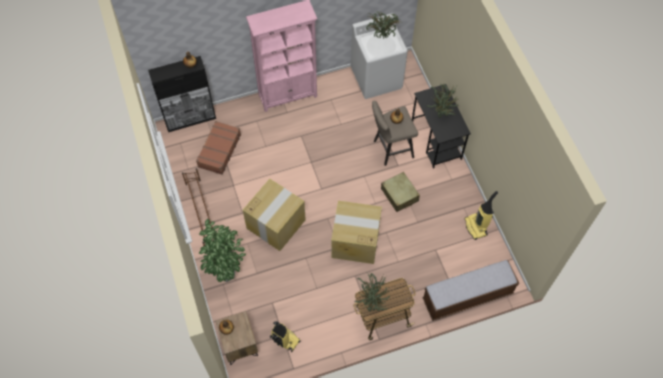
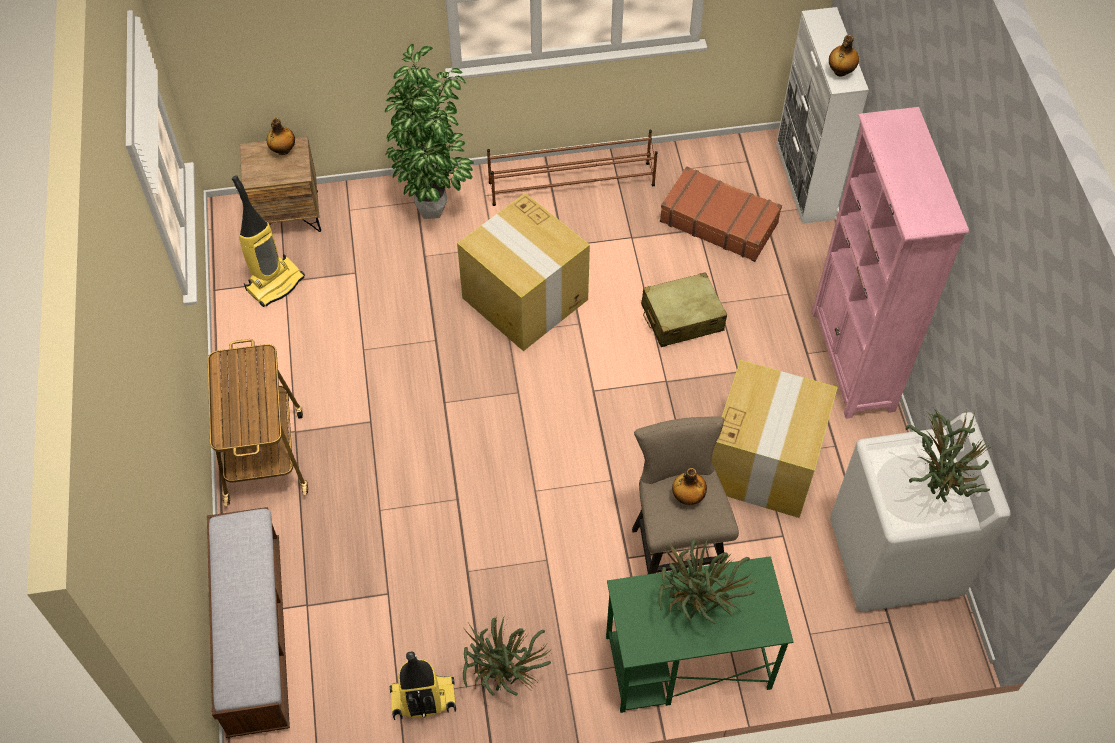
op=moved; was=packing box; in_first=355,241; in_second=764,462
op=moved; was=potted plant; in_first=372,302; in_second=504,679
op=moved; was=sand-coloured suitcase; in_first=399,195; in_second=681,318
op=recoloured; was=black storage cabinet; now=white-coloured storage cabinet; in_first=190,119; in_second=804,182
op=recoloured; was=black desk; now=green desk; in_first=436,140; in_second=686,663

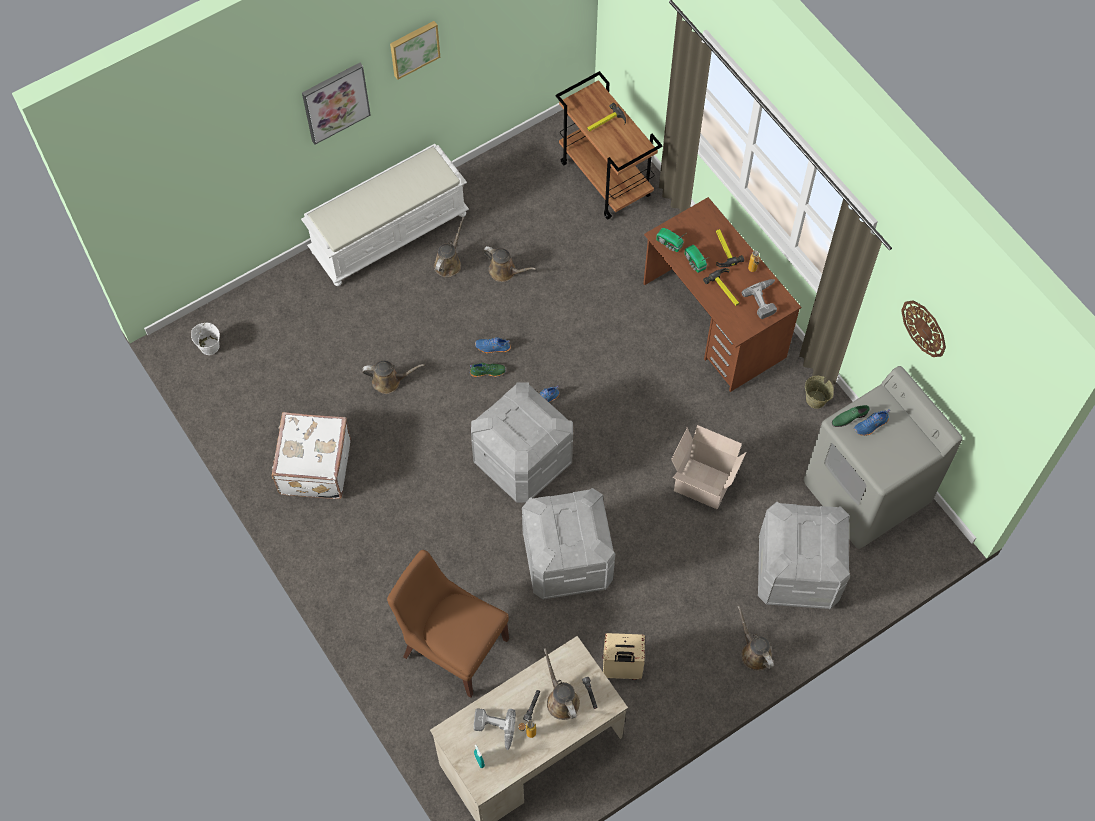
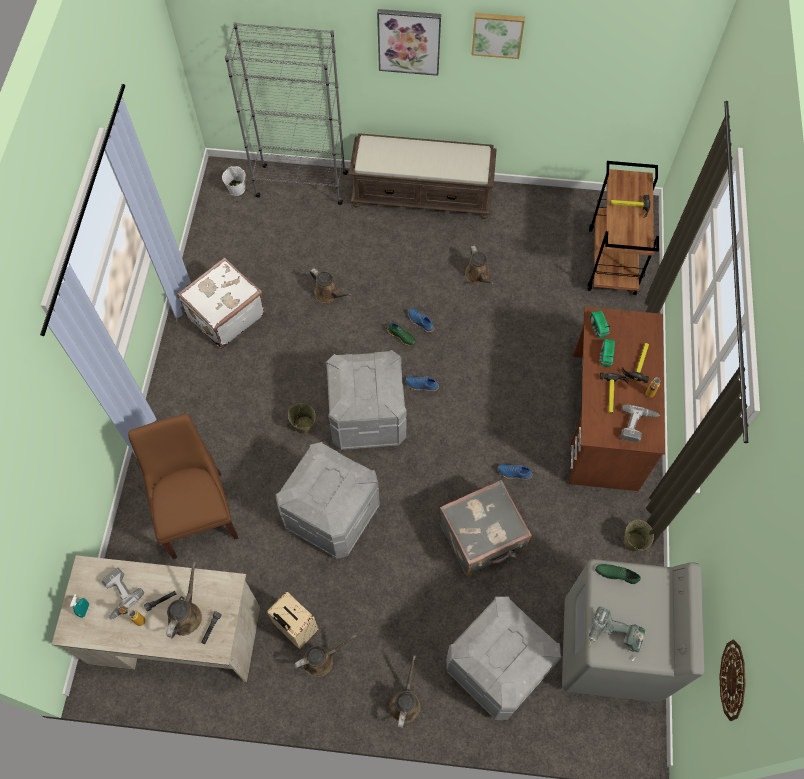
op=added; now=grey bookcase; in_second=301,184
op=added; now=sand-coloured water bucket; in_second=303,425
op=added; now=drill; in_second=613,637
op=moved; was=brown-coloured sprinkling can; in_first=449,263; in_second=321,659
op=moved; was=bluish item of footwear; in_first=871,426; in_second=514,473
op=moved; was=clock on the wall; in_first=924,328; in_second=733,680
op=replaced; was=packing box; now=grey suitcase; in_first=701,484; in_second=483,537
op=recoloured; was=white-coloured bench; now=brown-coloured bench; in_first=389,232; in_second=423,195

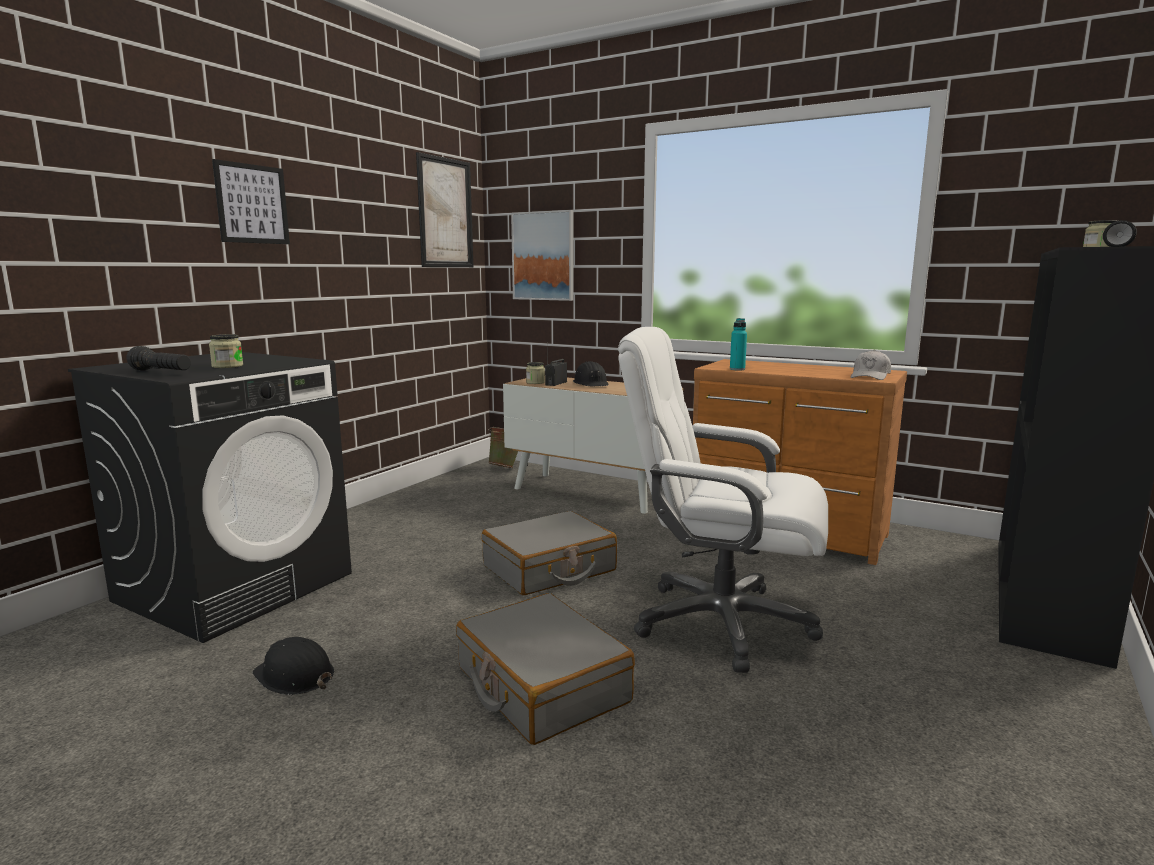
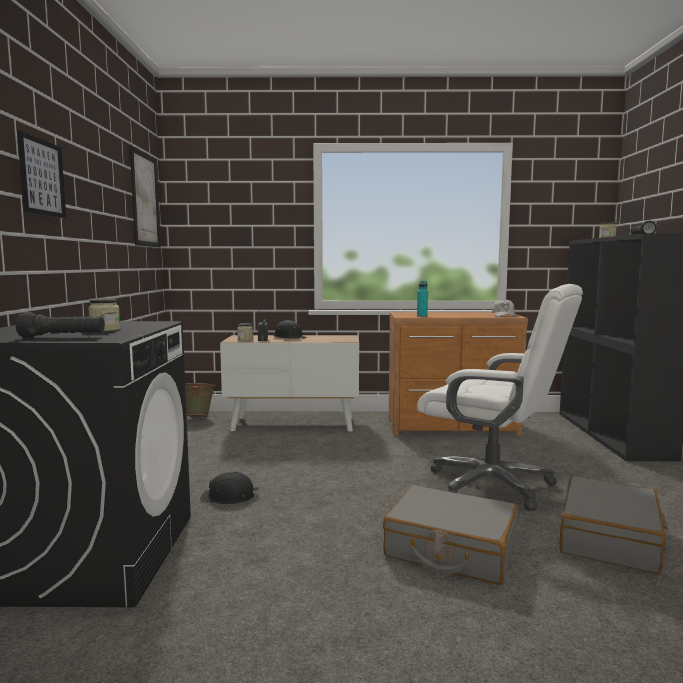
op=removed; was=picture; in_first=543,256
op=moved; was=black work helmet; in_first=294,676; in_second=229,497
op=moved; was=grey suitcase; in_first=549,569; in_second=610,539
op=turned; was=white-coloured computer chair; in_first=720,622; in_second=492,485; clockwise=-135

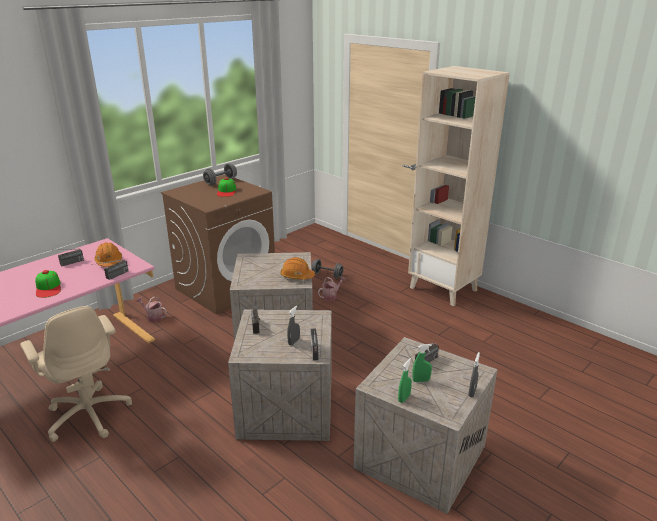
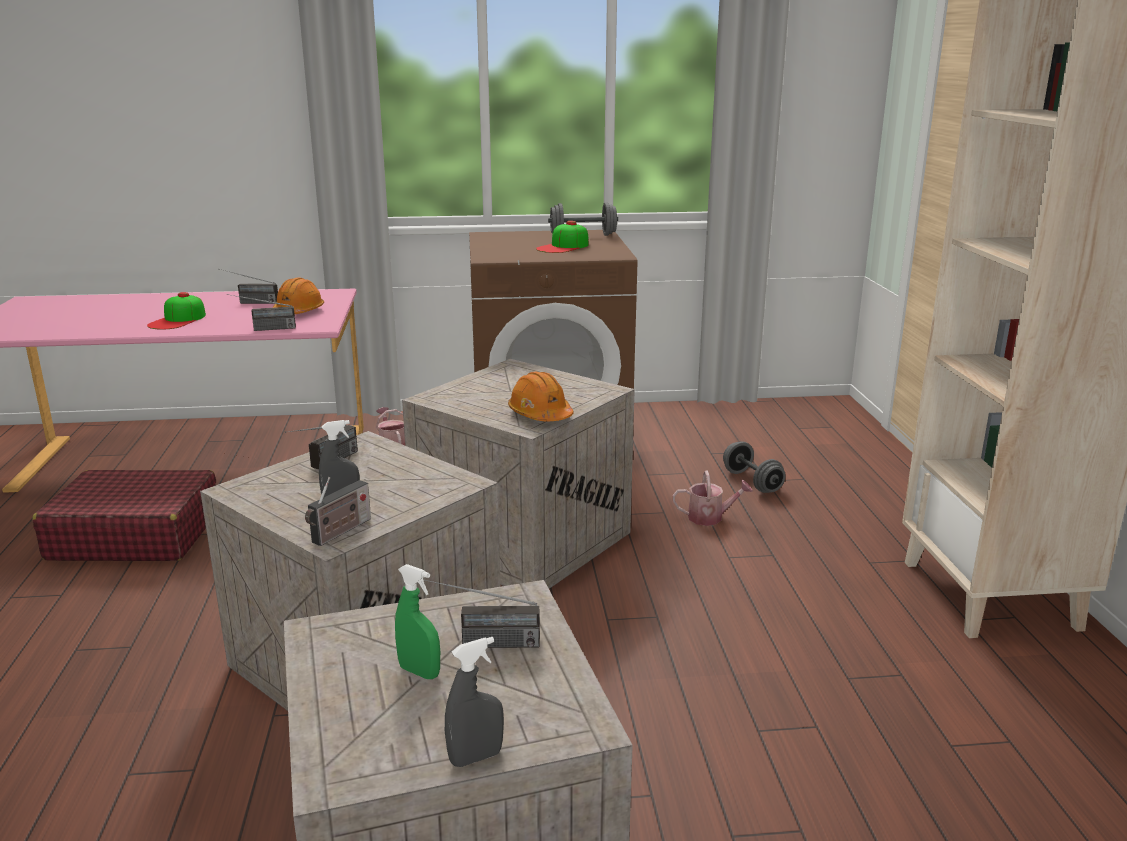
op=removed; was=green spray bottle; in_first=404,398
op=replaced; was=sand-coloured computer chair; now=red-coloured suitcase; in_first=88,414; in_second=134,536

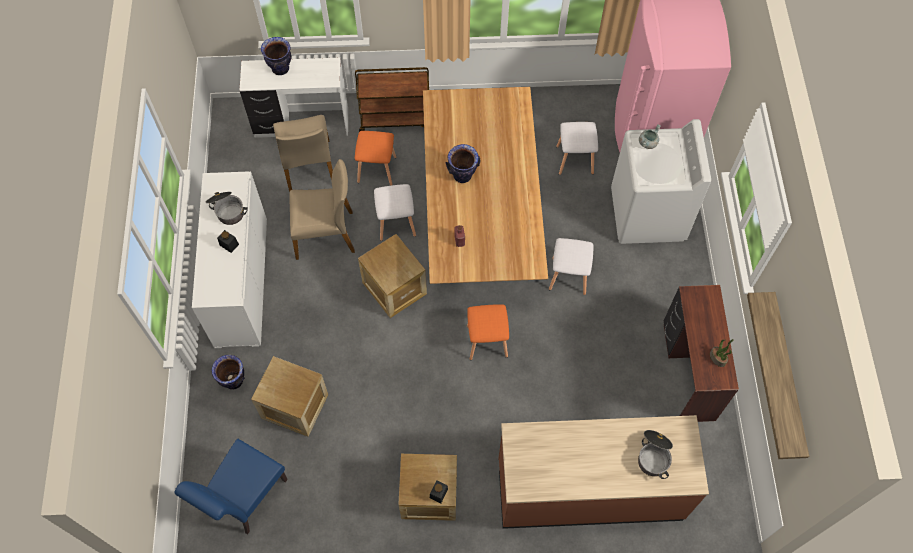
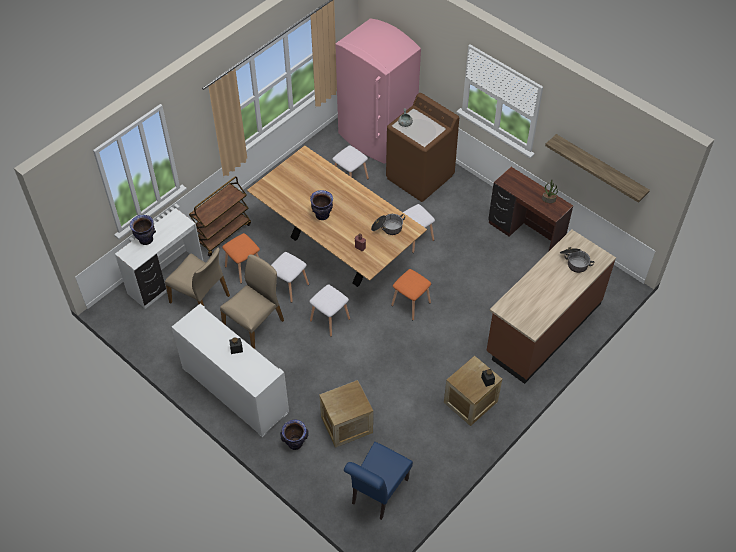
op=moved; was=saucepot; in_first=227,210; in_second=387,228
op=replaced; was=crate; now=white-coloured stool; in_first=394,288; in_second=329,319
op=recoloured; was=white-coloured laundry machine; now=brown-coloured laundry machine; in_first=647,215; in_second=420,177
op=turned; was=bluish chair; in_first=246,499; in_second=377,494; clockwise=45

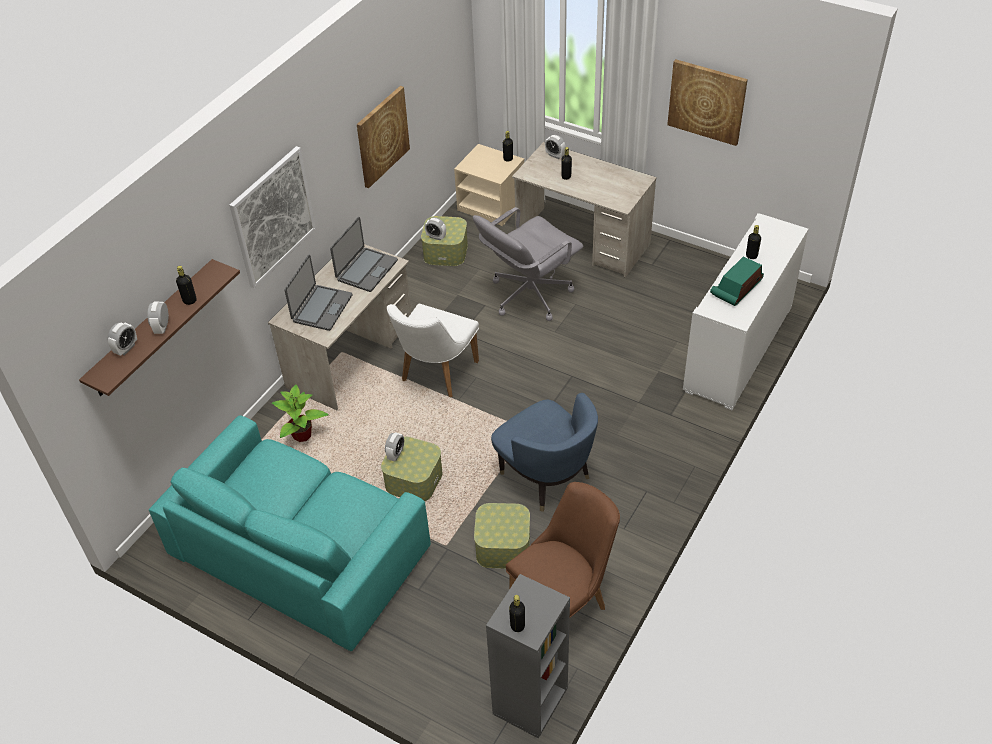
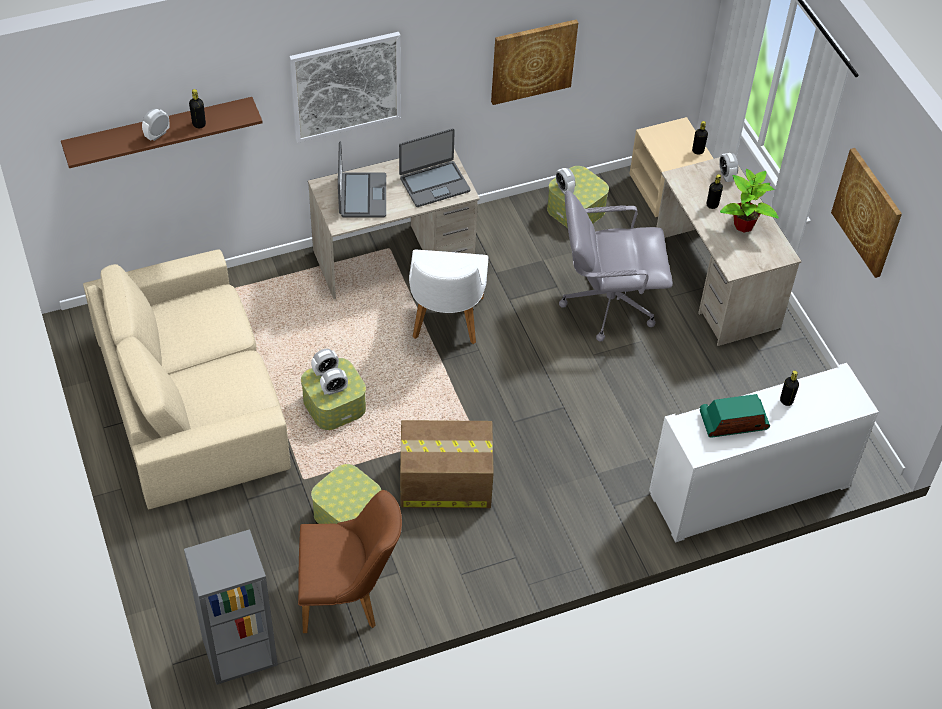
op=removed; was=black drink bottle; in_first=517,625
op=moved; was=table clock; in_first=126,348; in_second=334,390
op=moved; was=potted plant; in_first=302,436; in_second=743,225
op=replaced; was=bluish easy chair; now=packing box; in_first=546,477; in_second=444,482
op=recoloured; was=turquoise-coloured settee; now=sand-coloured settee; in_first=300,550; in_second=192,400
op=turned; was=portable computer; in_first=321,308; in_second=362,196; clockwise=-60
op=turned; was=white-coloured chair; in_first=435,375; in_second=445,323; clockwise=-60

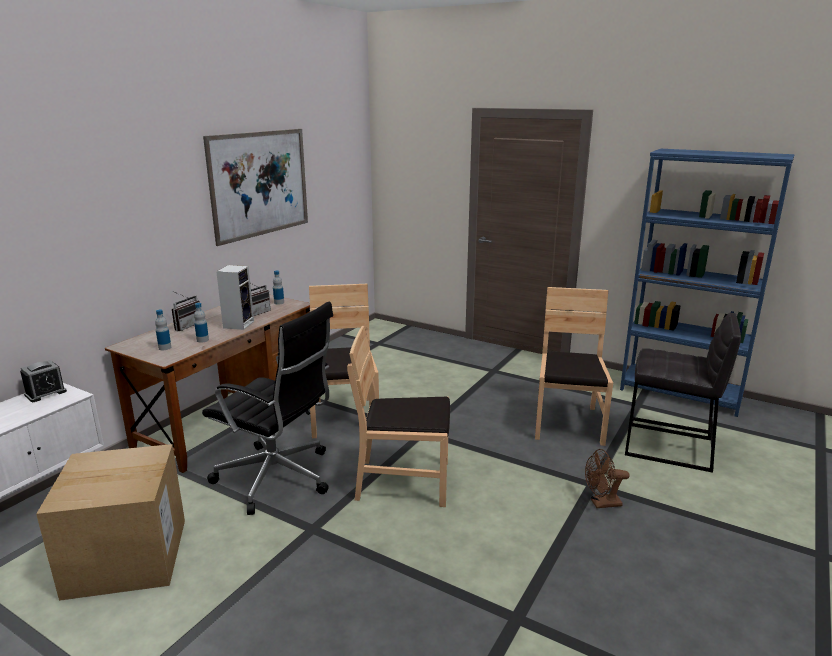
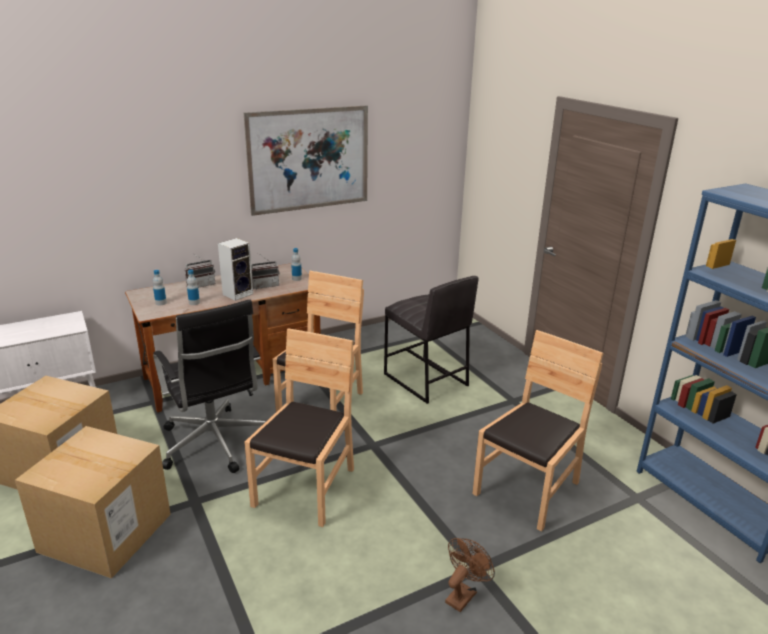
op=removed; was=table clock; in_first=45,393
op=added; now=packing box; in_second=105,532
op=moved; was=grey stool; in_first=669,447; in_second=425,380
op=turned; was=brown-coloured chair; in_first=403,481; in_second=306,488; clockwise=75
op=turned; was=brown-coloured cooling fan; in_first=601,503; in_second=463,594; clockwise=105

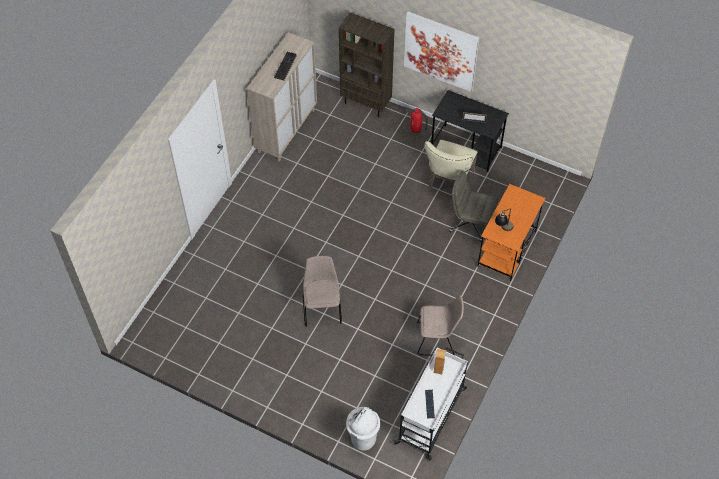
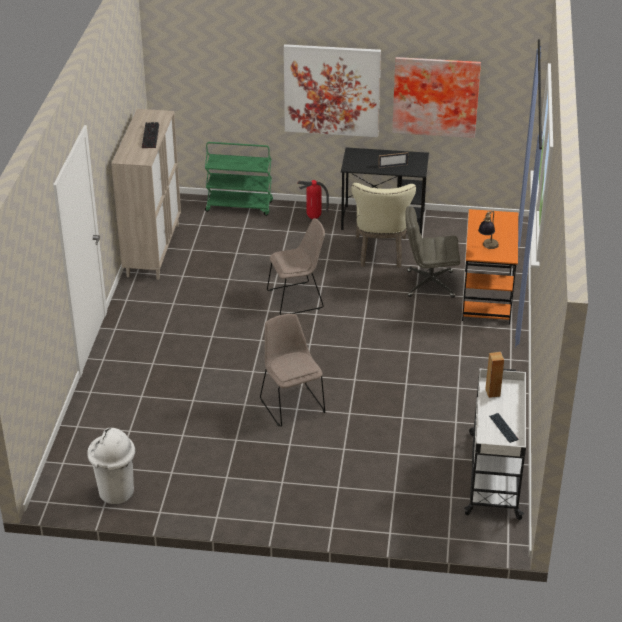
op=added; now=picture; in_second=435,95
op=moved; was=white-coloured waste bin; in_first=363,439; in_second=116,492
op=moved; was=sand-coloured chair; in_first=437,339; in_second=297,298
op=replaced; was=brown-coloured bookcase; now=green trolley; in_first=366,103; in_second=240,206

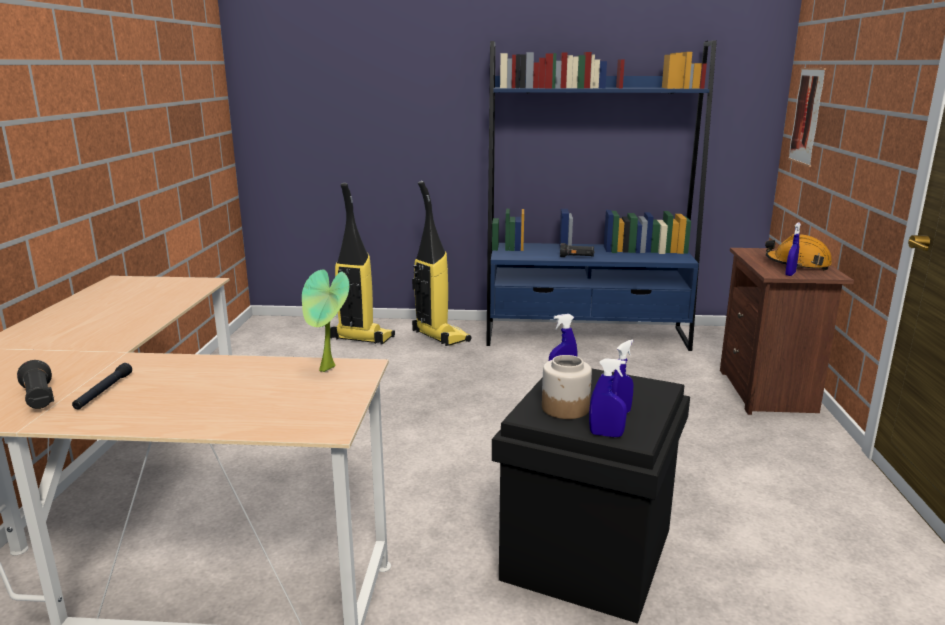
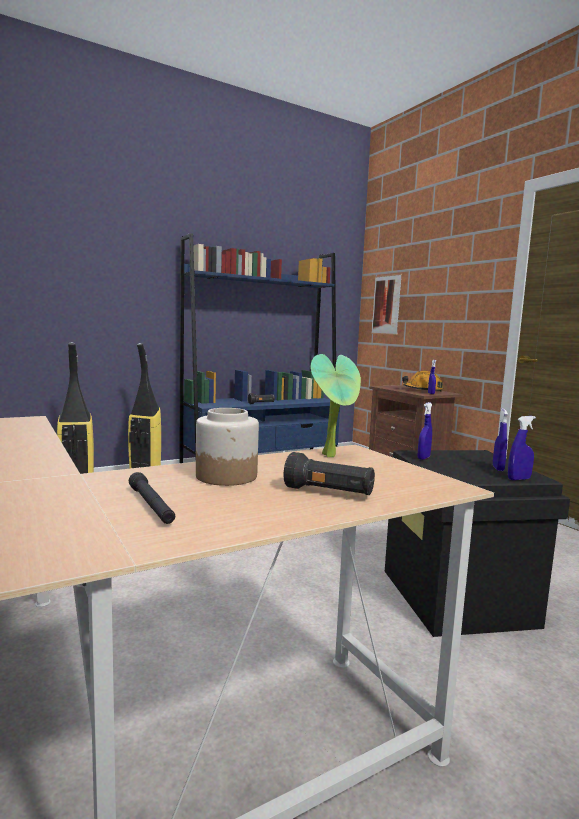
op=moved; was=black hand torch; in_first=39,399; in_second=329,492
op=moved; was=storage jar; in_first=566,408; in_second=227,476

